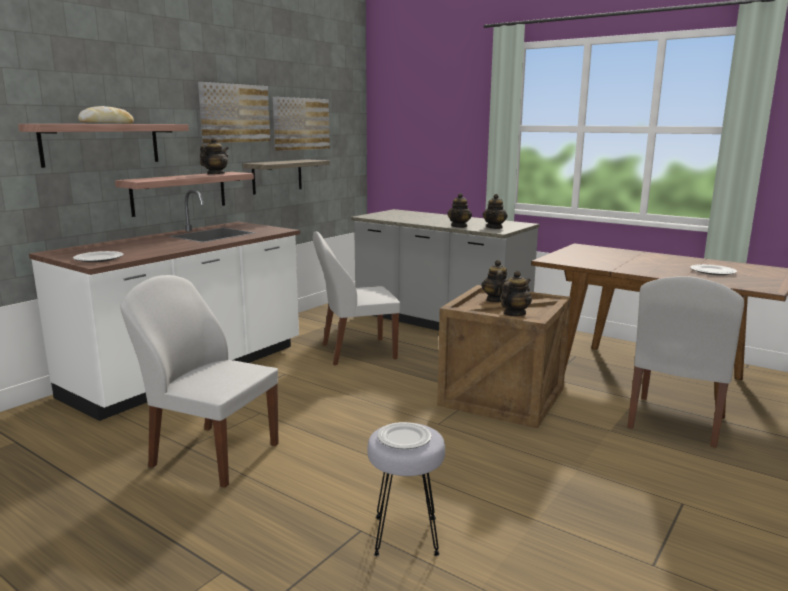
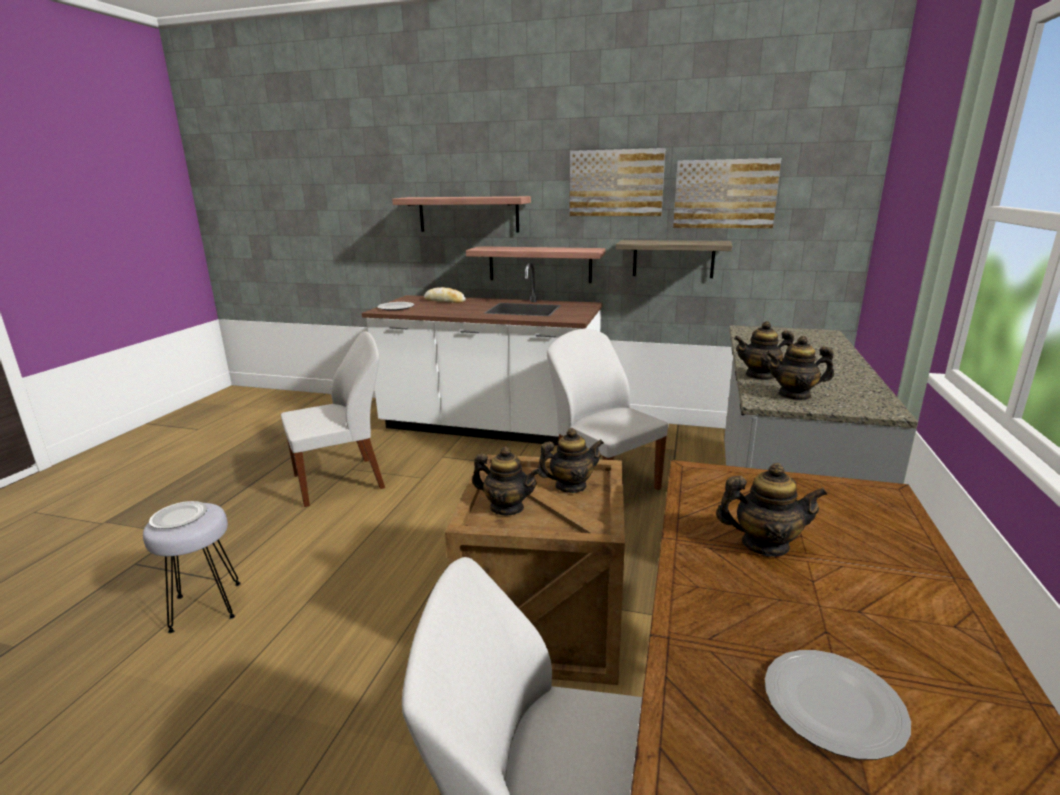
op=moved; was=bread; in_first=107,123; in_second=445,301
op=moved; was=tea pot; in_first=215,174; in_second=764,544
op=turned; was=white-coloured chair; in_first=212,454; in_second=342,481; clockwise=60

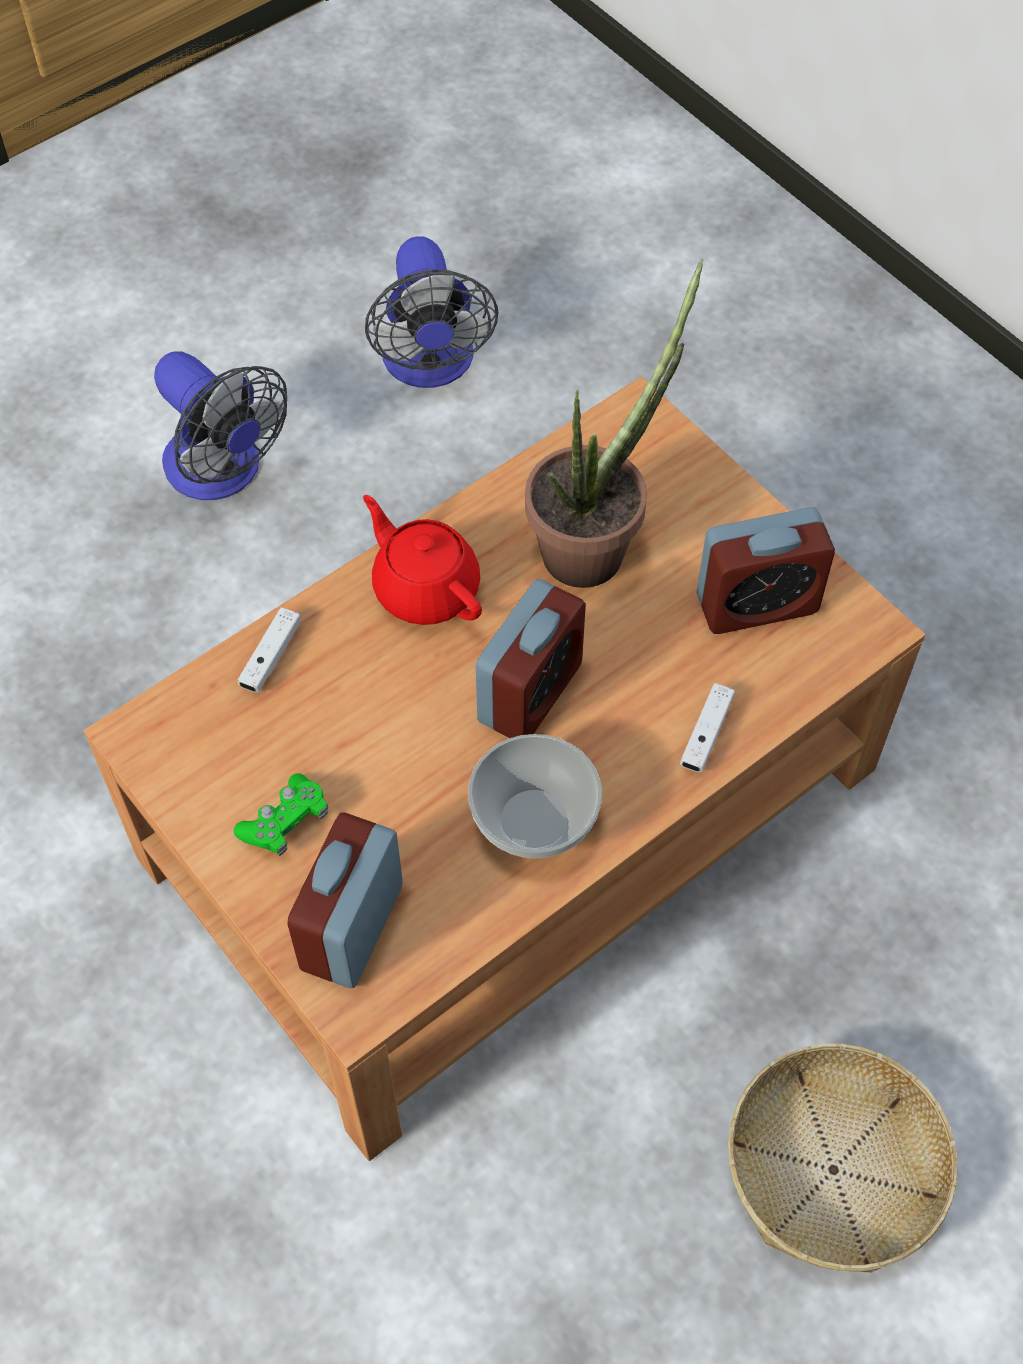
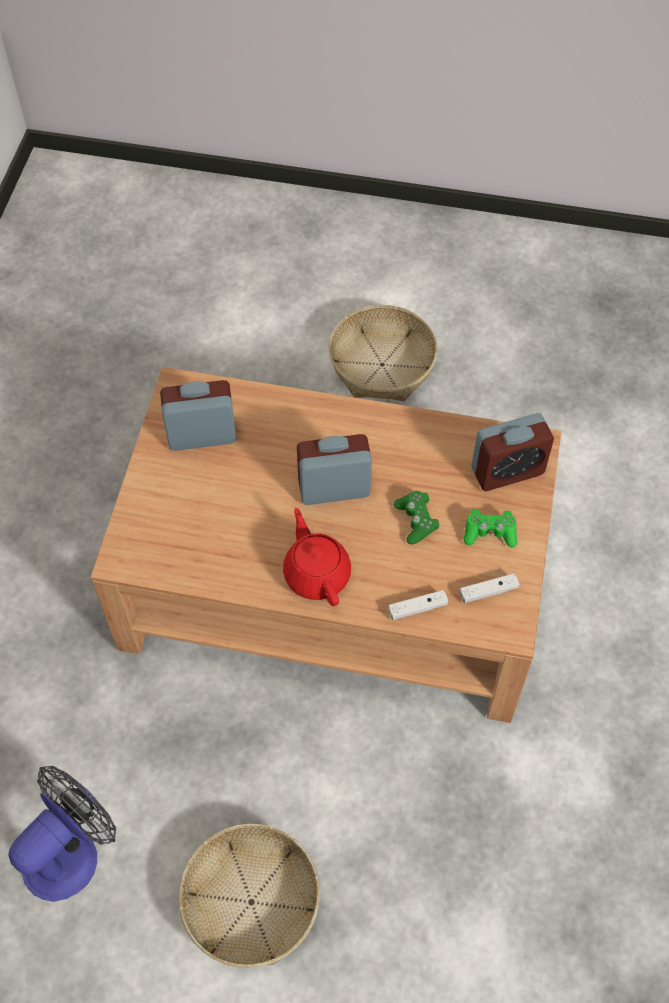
op=removed; was=serving bowl; in_first=535,820
op=removed; was=potted plant; in_first=595,543
op=added; now=green joypad; in_second=416,521
op=moved; was=white-coloured joypad; in_first=706,734; in_second=488,591
op=replaced; was=cooling fan; now=storage basket; in_first=223,473; in_second=251,903
op=turned; was=red-coloured tea pot; in_first=425,588; in_second=317,573; clockwise=150
op=turned; was=table clock; in_first=756,604; in_second=202,435; clockwise=-45

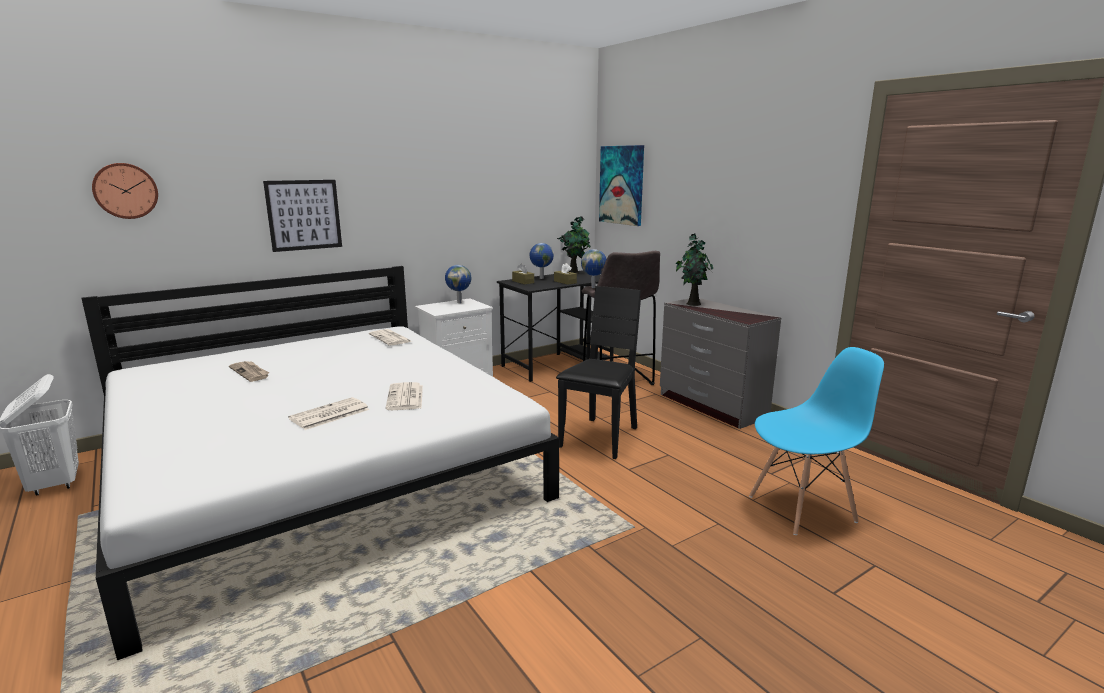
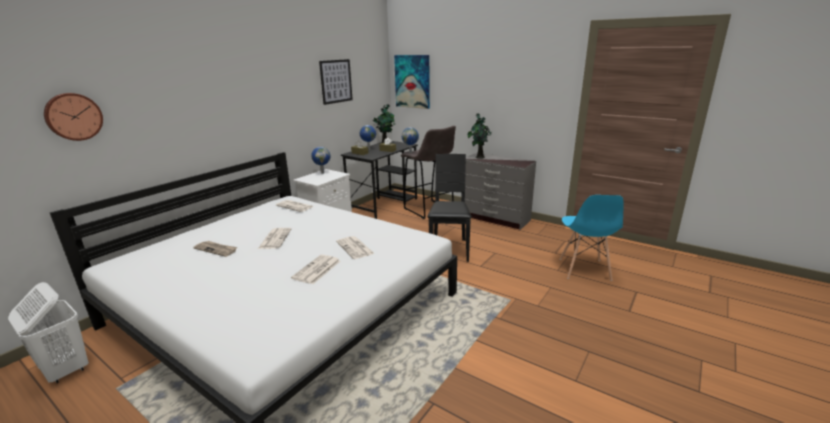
op=added; now=printed paper; in_second=275,238
op=moved; was=picture; in_first=304,215; in_second=336,81
op=turned; was=bluish chair; in_first=802,509; in_second=584,269; clockwise=135

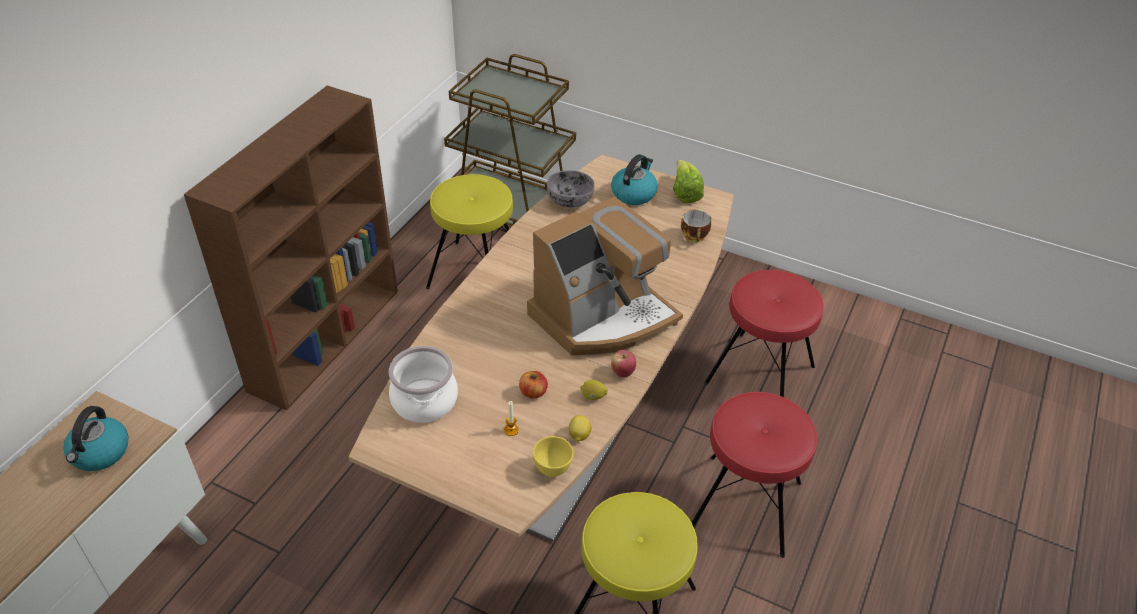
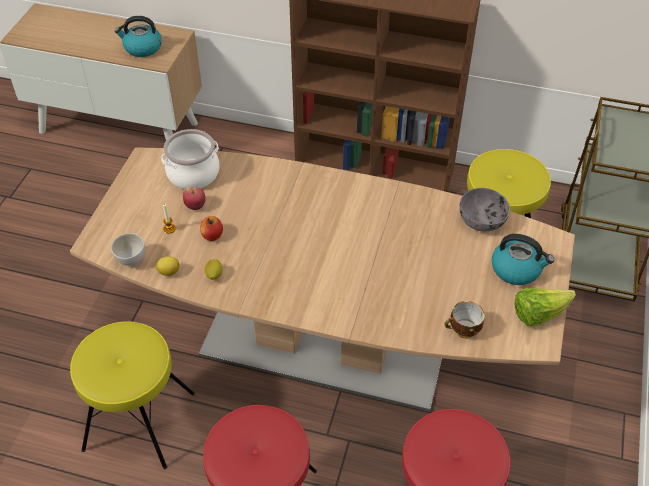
op=removed; was=coffee machine; in_first=603,317
op=moved; was=whole apple; in_first=622,372; in_second=195,206
op=recoloured; was=yellow-coloured serving bowl; now=white-coloured serving bowl; in_first=552,469; in_second=131,260

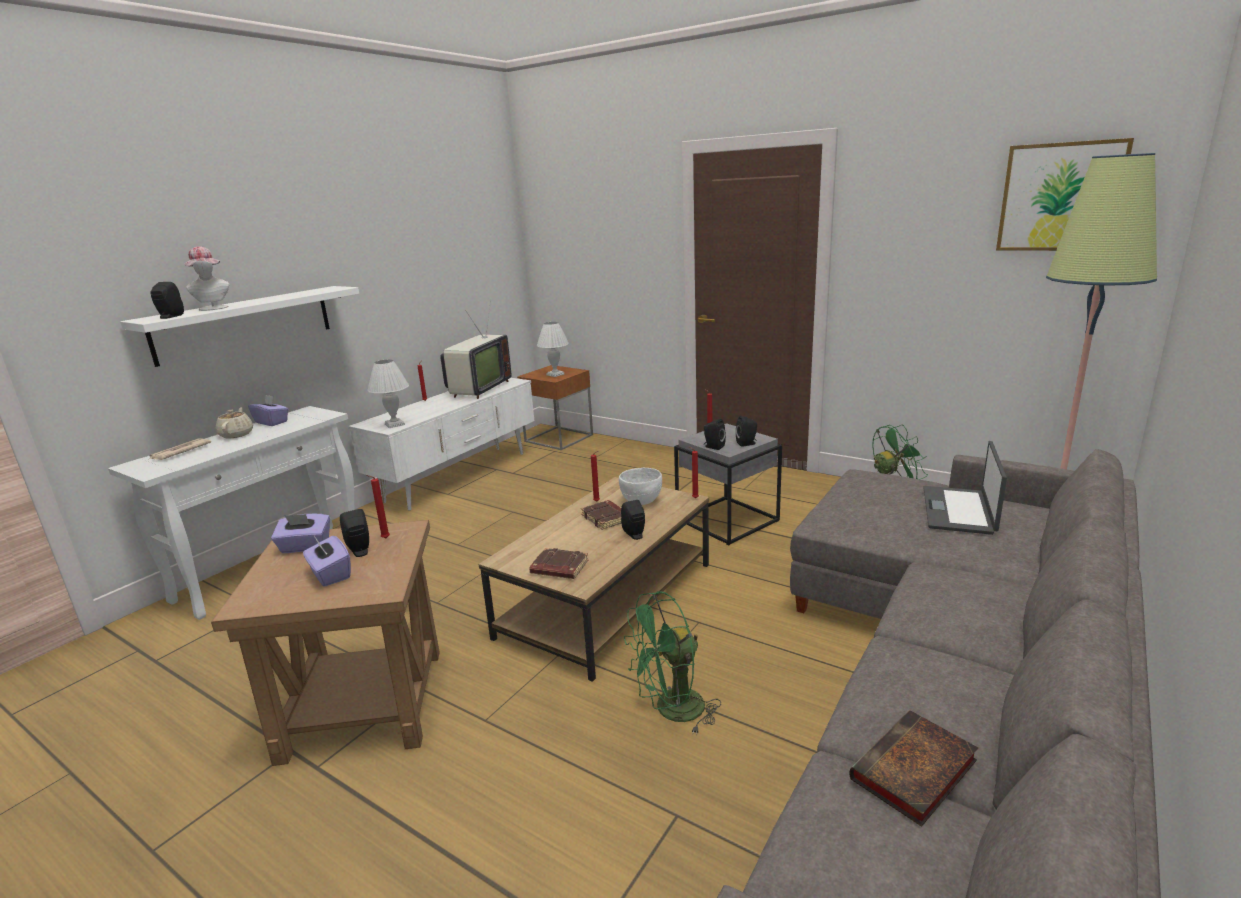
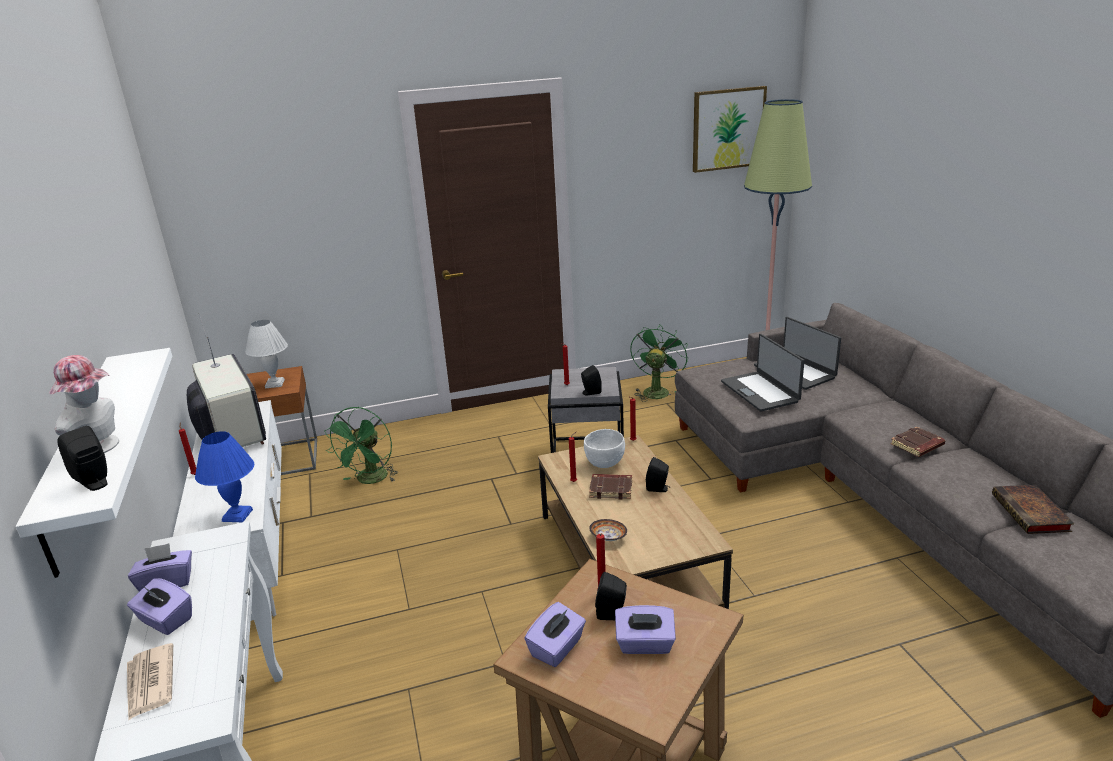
op=removed; was=black speaker; in_first=747,443
op=added; now=serving bowl; in_second=608,537
op=added; now=portable computer; in_second=760,391
op=moved; was=brown-coloured book; in_first=558,568; in_second=917,446
op=moved; was=green cooling fan; in_first=671,711; in_second=370,480
op=replaced; was=sand-coloured tea pot; now=purplish box of tissues; in_first=237,434; in_second=165,620
op=recoloured; was=white-coloured lamp for a table; now=bluish lamp for a table; in_first=394,424; in_second=236,515

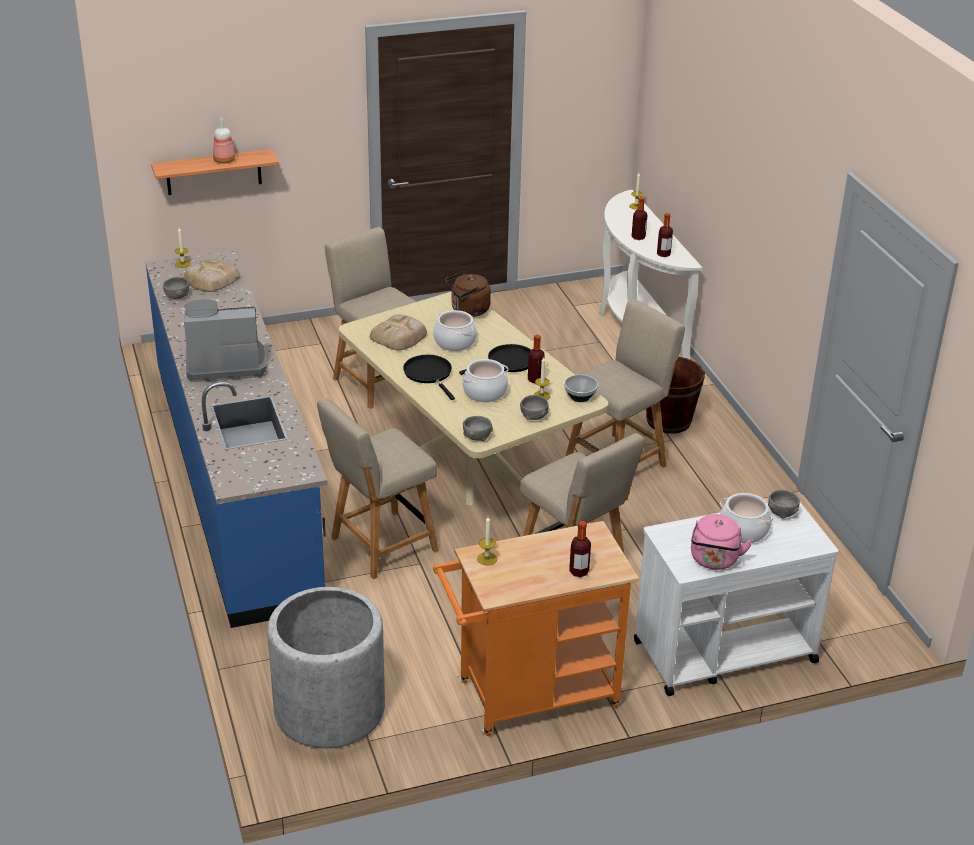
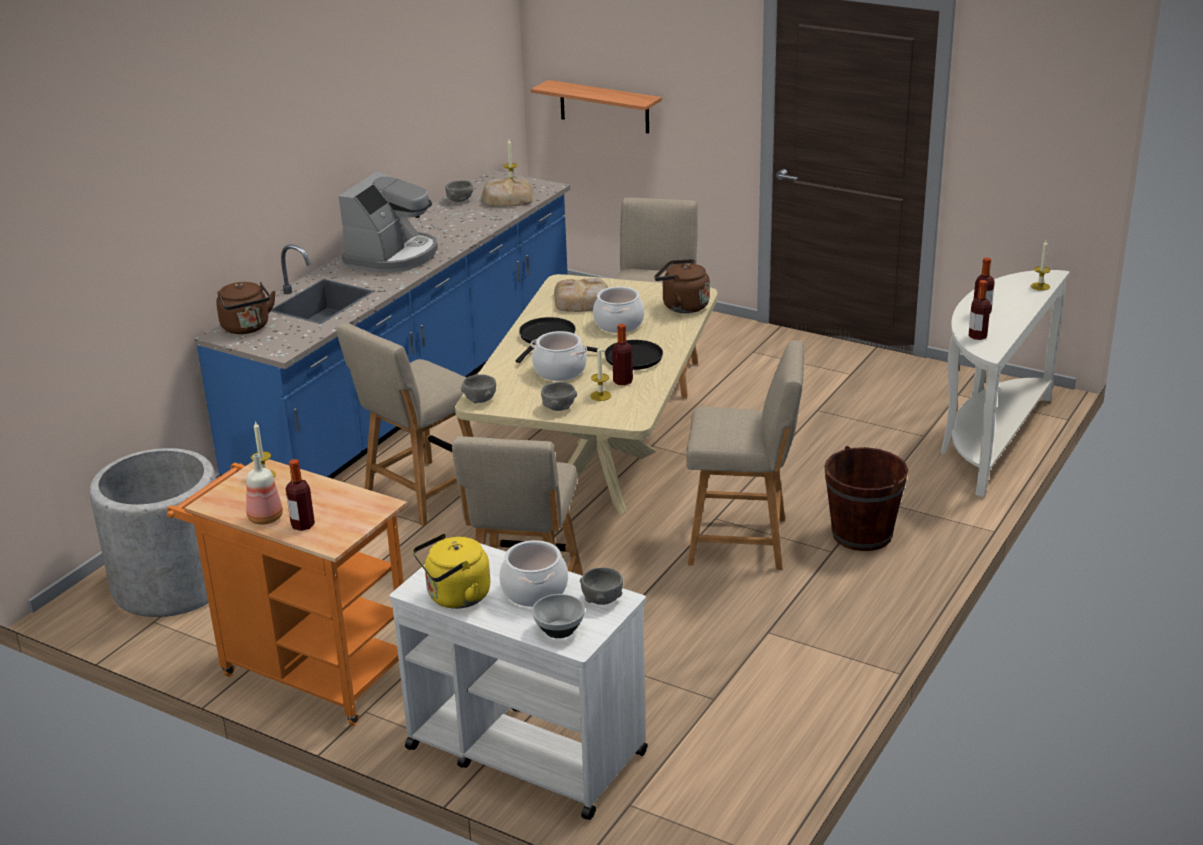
op=added; now=brown-coloured tea kettle; in_second=247,328
op=moved; was=drink bottle; in_first=224,161; in_second=264,518
op=moved; was=serving bowl; in_first=580,397; in_second=559,630
op=recoloured; was=pinkish tea kettle; now=yellow-coloured tea kettle; in_first=714,561; in_second=455,597
op=turned; was=coffee machine; in_first=224,363; in_second=393,256; clockwise=75
op=turned; was=sand-coloured chair; in_first=379,546; in_second=421,495; clockwise=-60

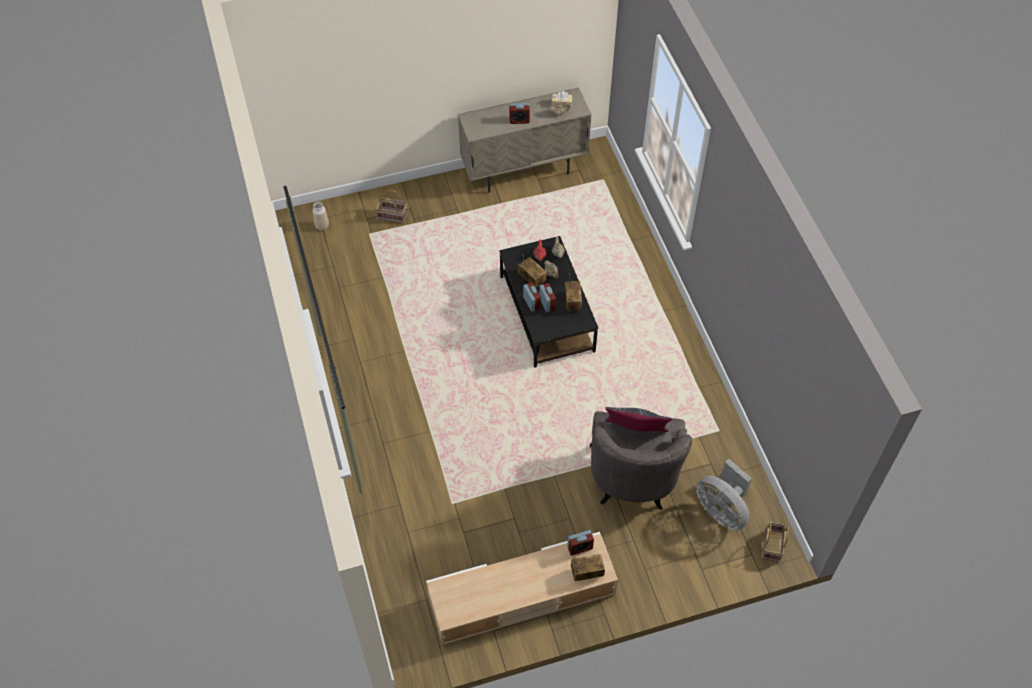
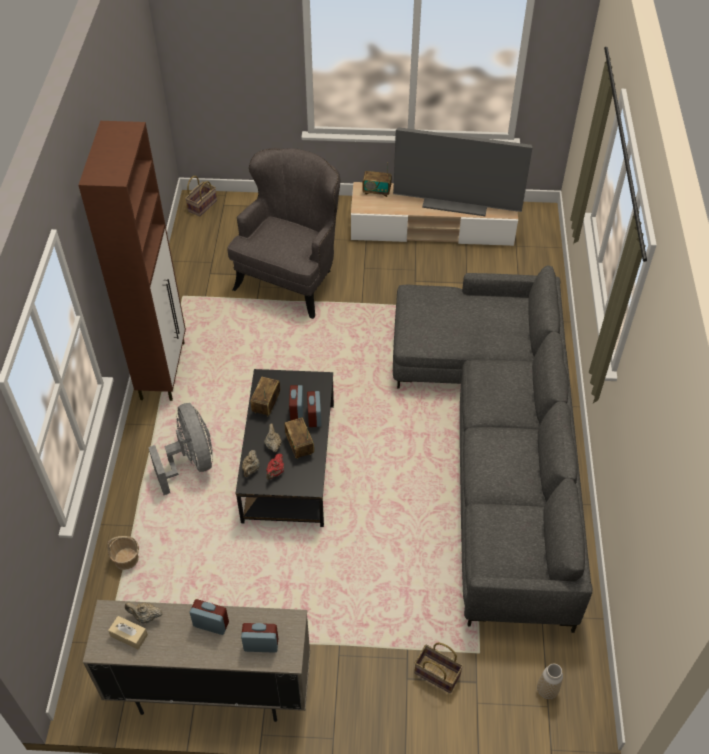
op=removed; was=grey cushion; in_first=635,435
op=added; now=brown-coloured storage cabinet; in_second=163,370
op=added; now=storage basket; in_second=126,559
op=added; now=TV set; in_second=456,202
op=added; now=grey settee; in_second=494,441
op=moved; was=table clock; in_first=580,547; in_second=261,645
op=moved; was=grey cooling fan; in_first=721,510; in_second=190,462

